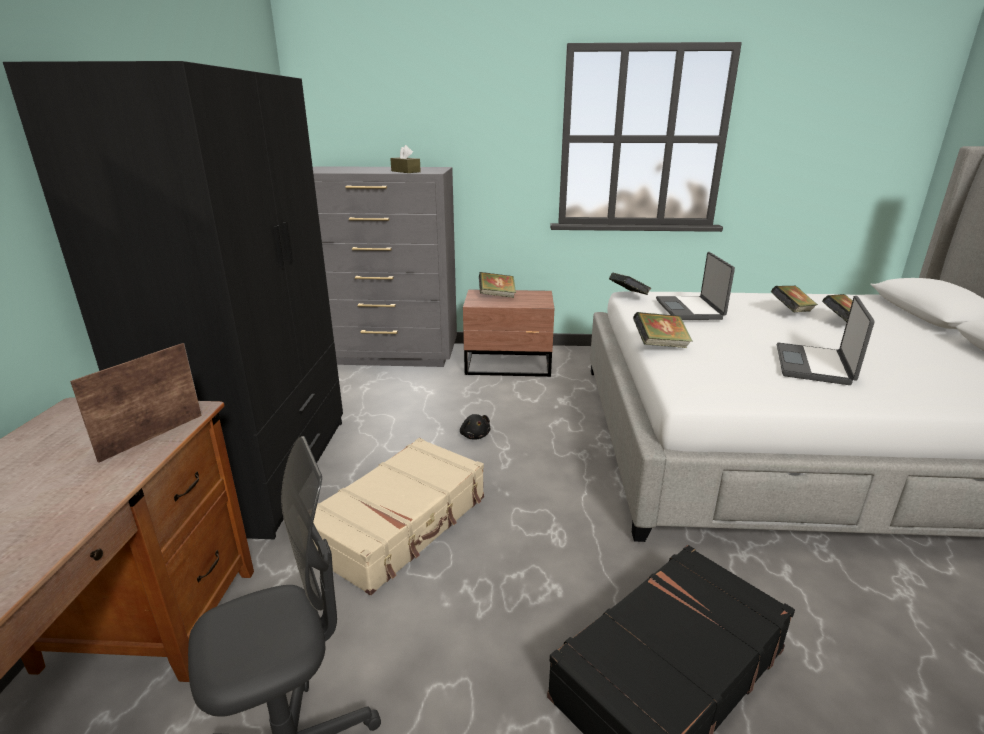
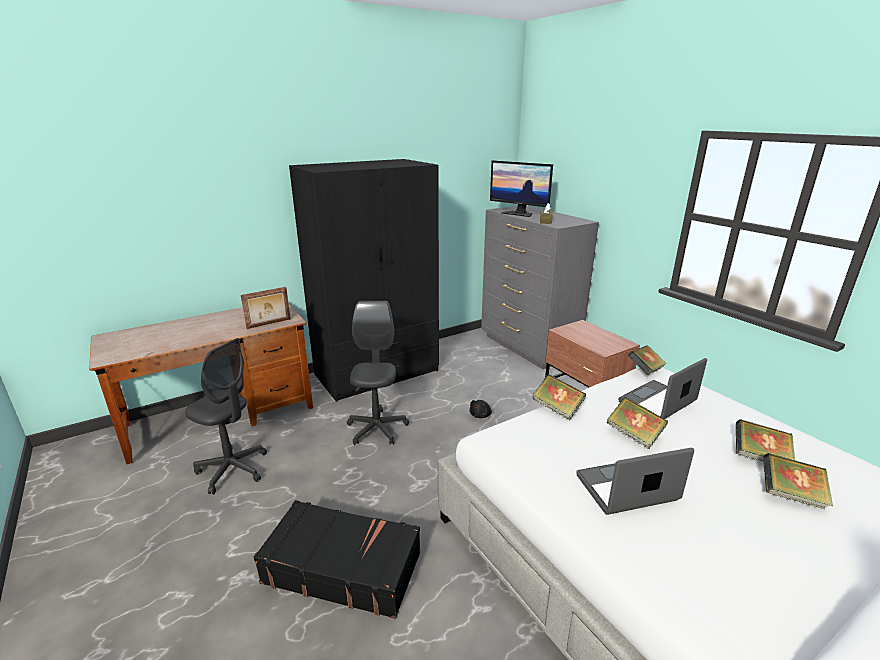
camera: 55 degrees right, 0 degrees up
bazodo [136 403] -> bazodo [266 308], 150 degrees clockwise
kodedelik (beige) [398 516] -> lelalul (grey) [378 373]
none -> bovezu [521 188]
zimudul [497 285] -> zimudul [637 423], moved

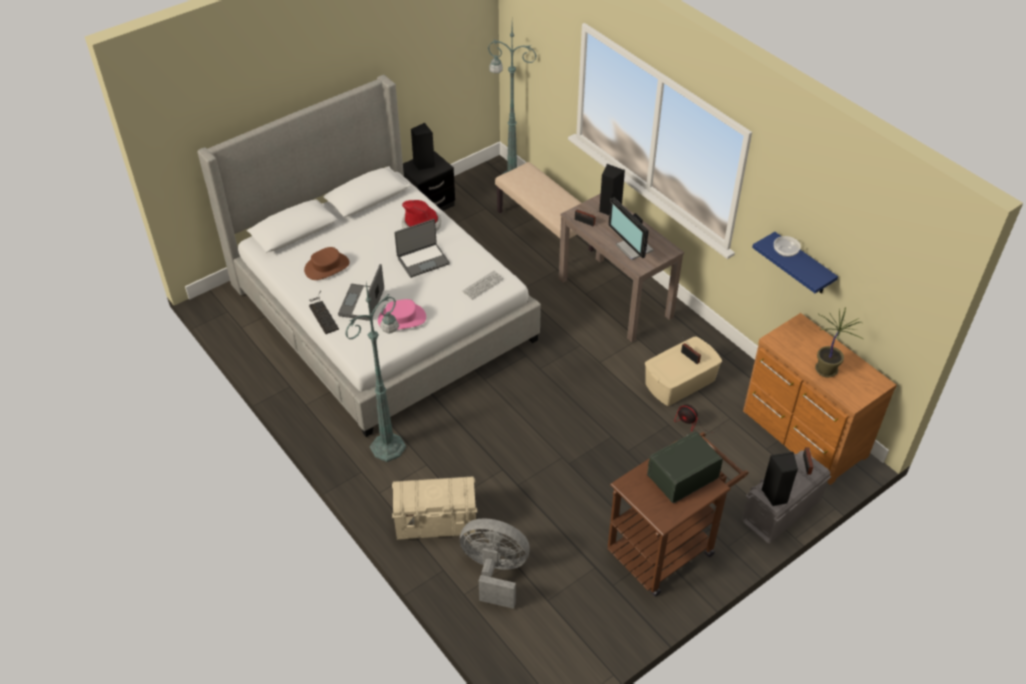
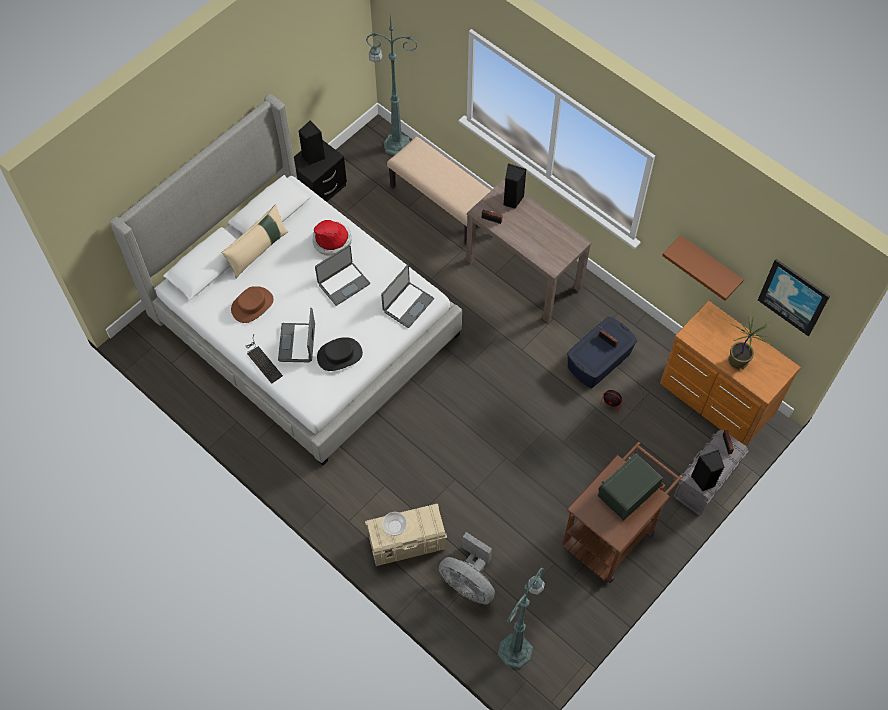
camera: 10 degrees left, 15 degrees up
none -> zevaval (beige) [255 241]
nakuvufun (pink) [402 314] -> nakuvufun (black) [340 354]
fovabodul [483 285] -> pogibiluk [407 296]
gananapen [787 246] -> gananapen [394 524], moved
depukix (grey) [495 564] -> depukix (grey) [466 568], 150 degrees counterclockwise
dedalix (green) [375 372] -> dedalix (green) [521 618], moved
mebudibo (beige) [683 371] -> mebudibo (blue) [602 352]
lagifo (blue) [795 263] -> lagifo (brown) [703 268]
none -> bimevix [794 298]
bovezu [631 228] -> none

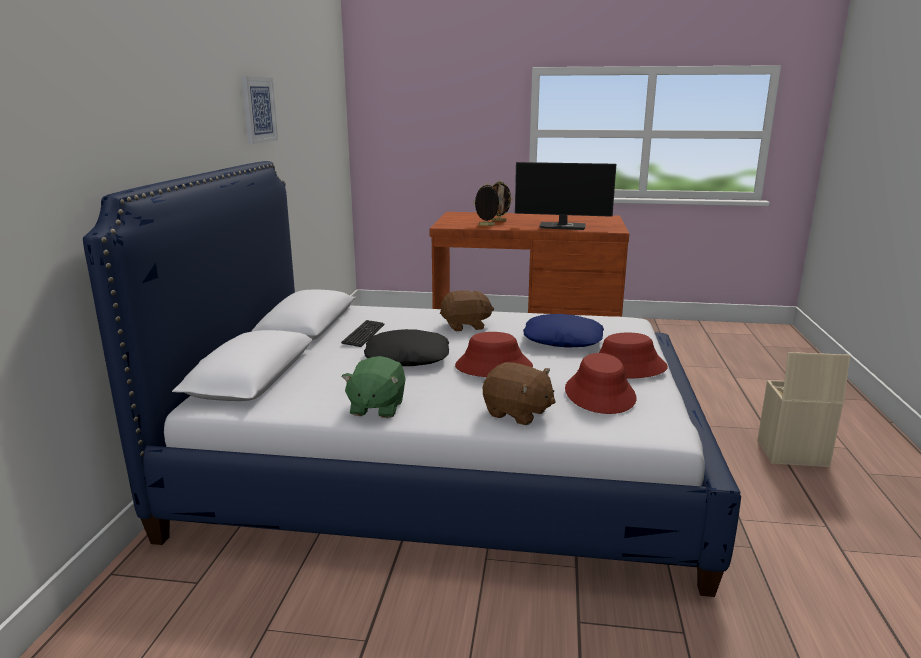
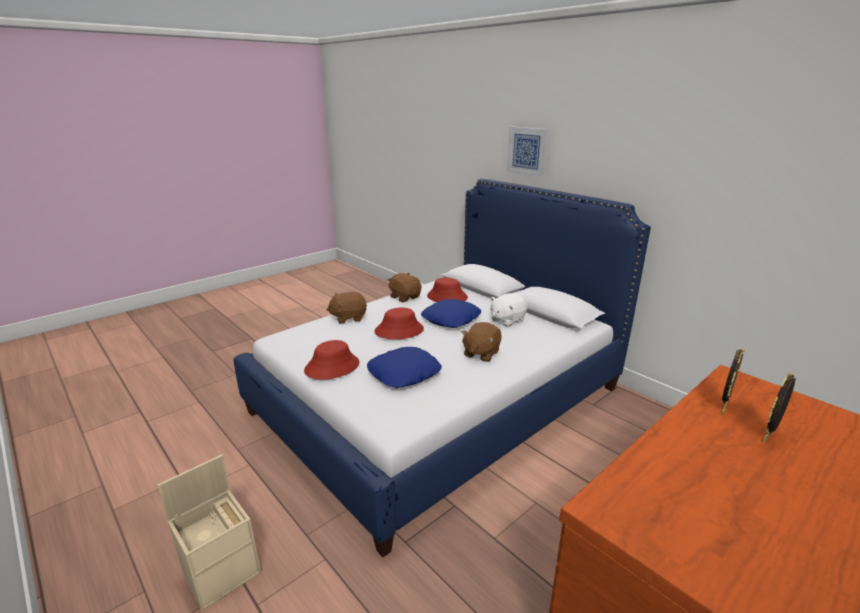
camera: 130 degrees right, 5 degrees up
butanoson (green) [374 387] -> butanoson (brown) [404 287]
zevaval (black) [406 347] -> zevaval (blue) [451 313]
nakuvufun (red) [601 383] -> nakuvufun (red) [447 289], moved
fovabodul [362 333] -> butanoson (white) [509 310]
bimevix [259 110] -> bimevix [527 152], moved
bovezu [565 196] -> none

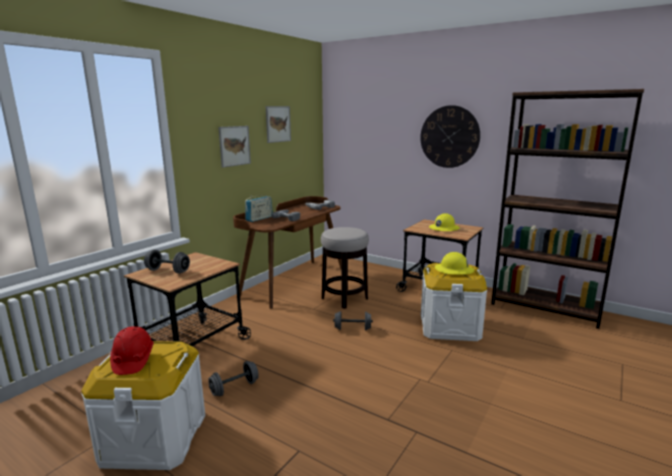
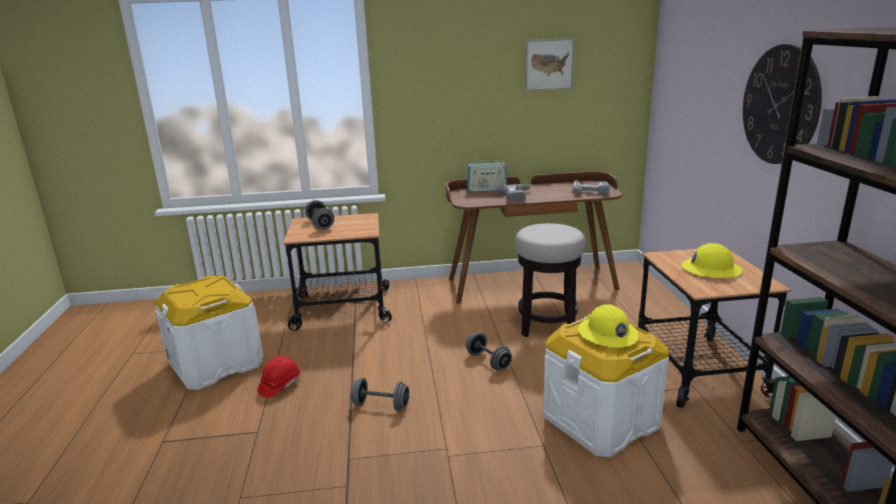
camera: 50 degrees right, 5 degrees up
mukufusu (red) [132 350] -> mukufusu (red) [279 377], moved
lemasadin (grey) [233 378] -> lemasadin (grey) [379 394], moved
bimevix [234 146] -> none

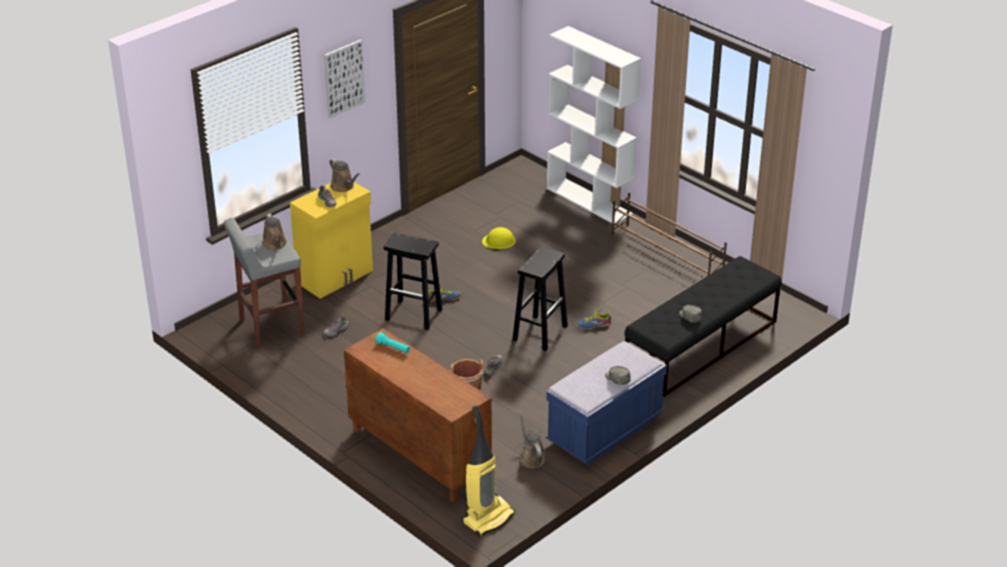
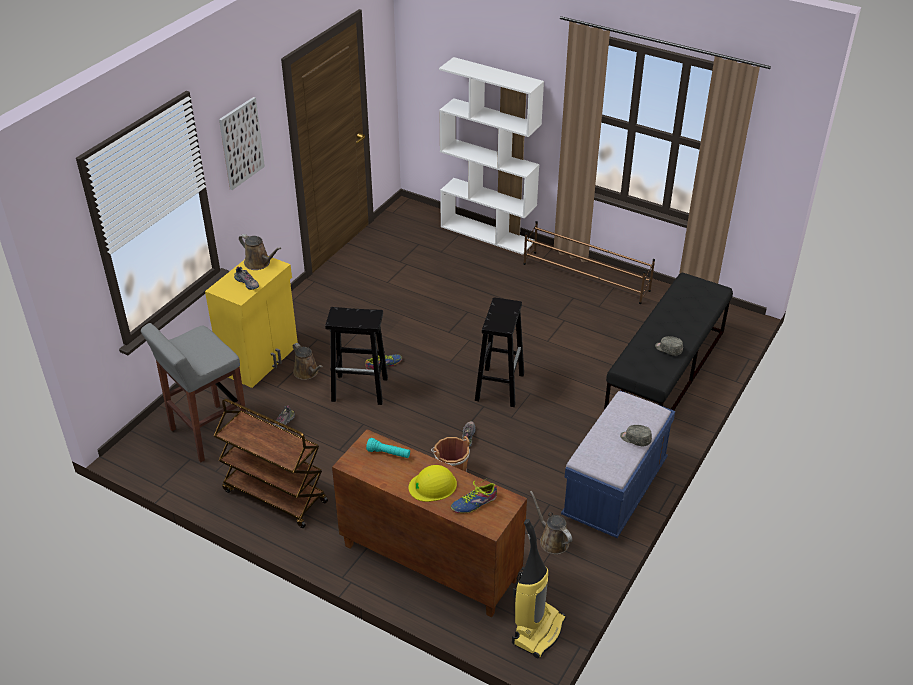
camera: 15 degrees left, 5 degrees up
none -> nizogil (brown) [271 463]
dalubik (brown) [274 232] -> dalubik (brown) [308 361], moved
mukufusu (yellow) [499 238] -> mukufusu (yellow) [433 483], moved
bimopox [593 319] -> bimopox [474 495], moved

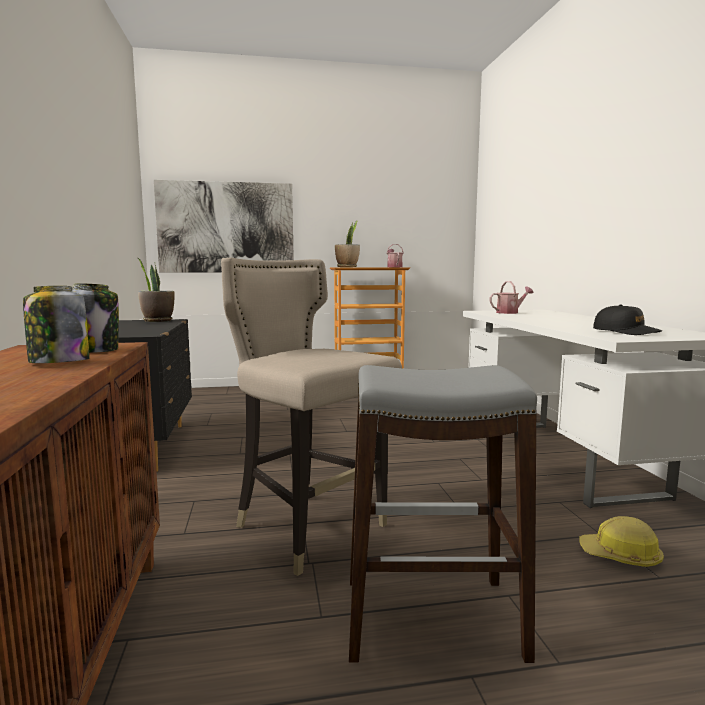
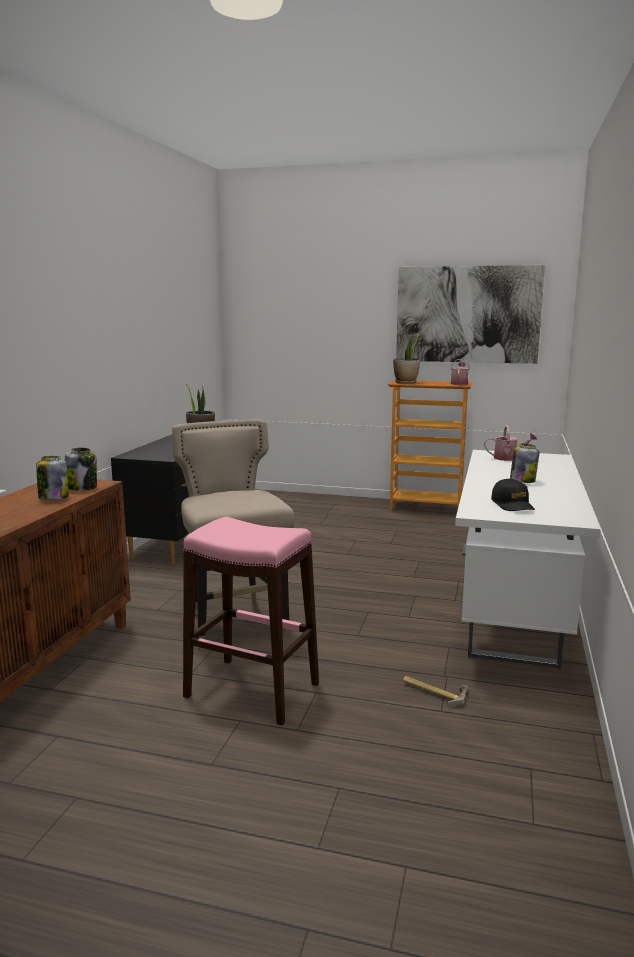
camera: 25 degrees right, 5 degrees up
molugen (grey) [443 514] -> molugen (pink) [251 621]
bimevix [224 226] -> bimevix [470 314], moved
mukufusu [622 541] -> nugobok [436 691]
none -> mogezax [524 463]

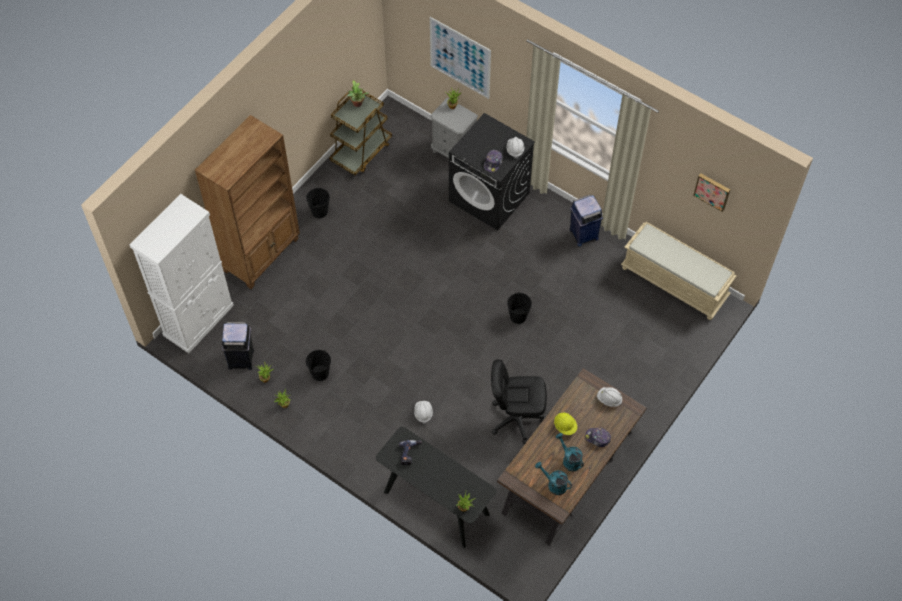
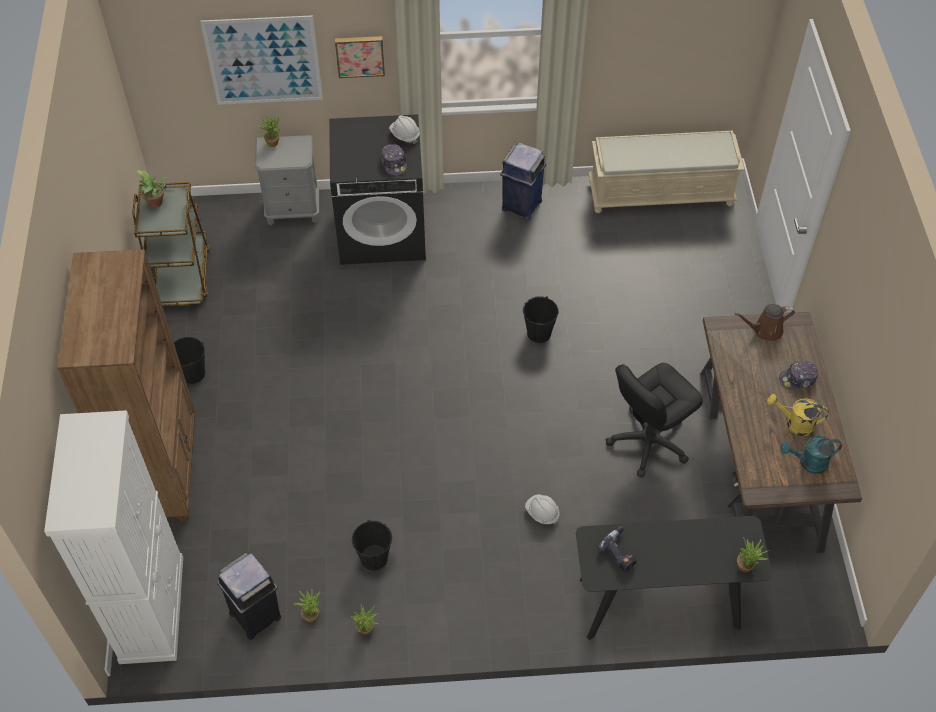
camera: 40 degrees left, 5 degrees down
bimevix [711 192] -> bimevix [360 57], moved
mukufusu (white) [609 397] -> dalubik (brown) [764 322]
dalubik (turquoise) [570 452] -> dalubik (yellow) [797 415]
mukufusu (yellow) [565 424] -> none

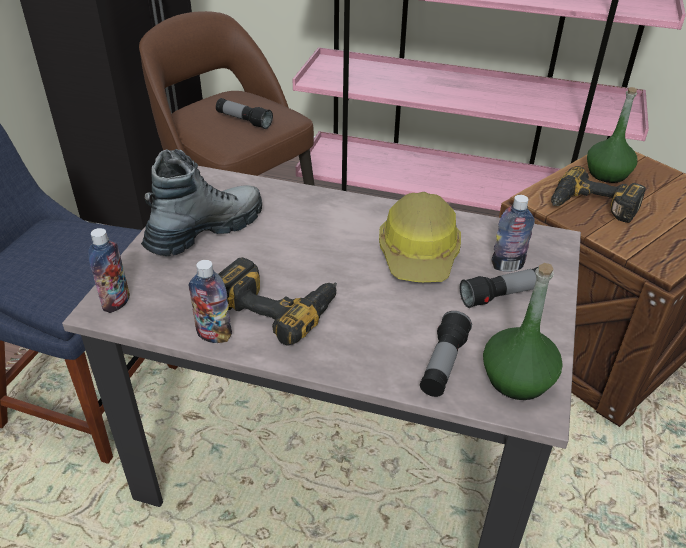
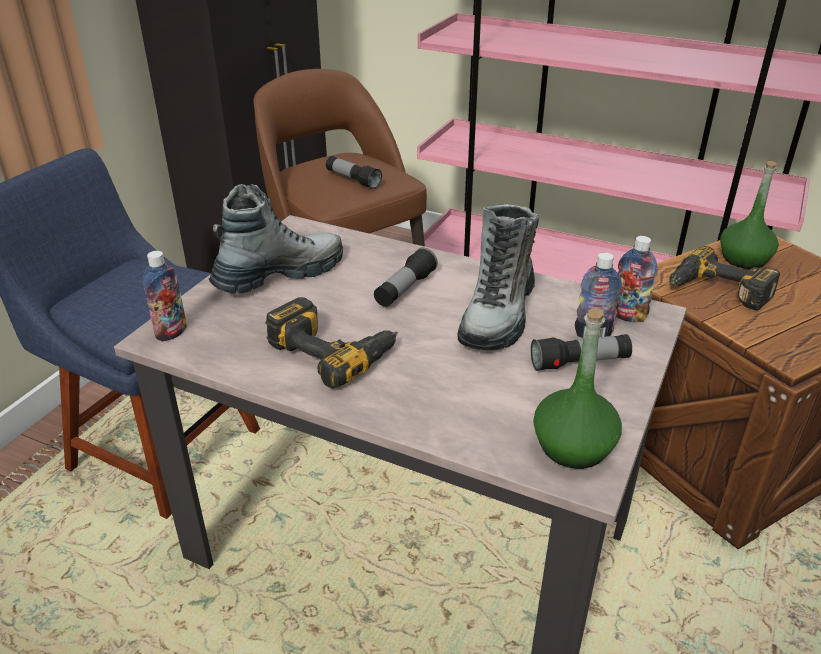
camera: 10 degrees right, 5 degrees down
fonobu [446 354] -> fonobu [406 277], moved
mukufusu [420 237] -> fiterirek [498 277]
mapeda [210 301] -> mapeda [637 279], moved

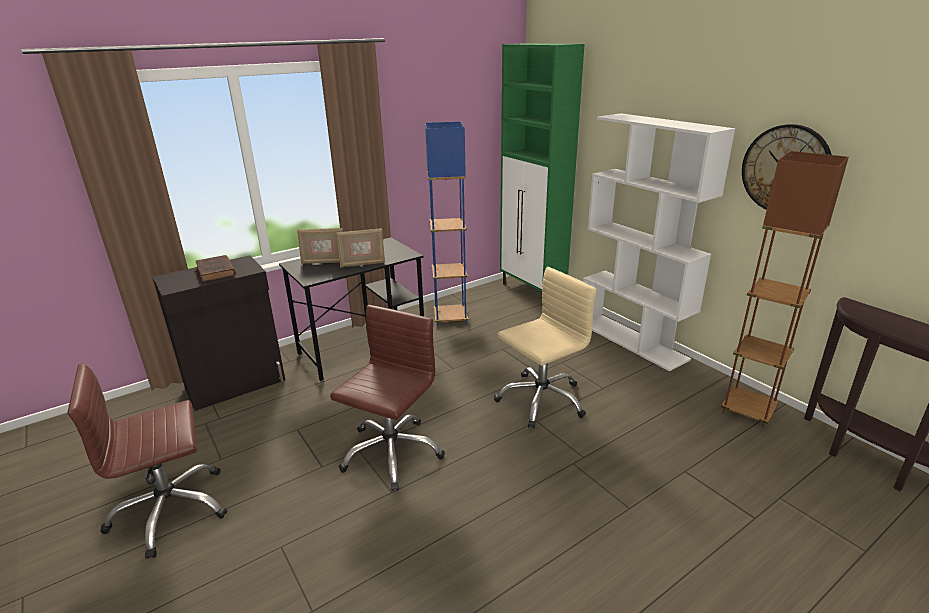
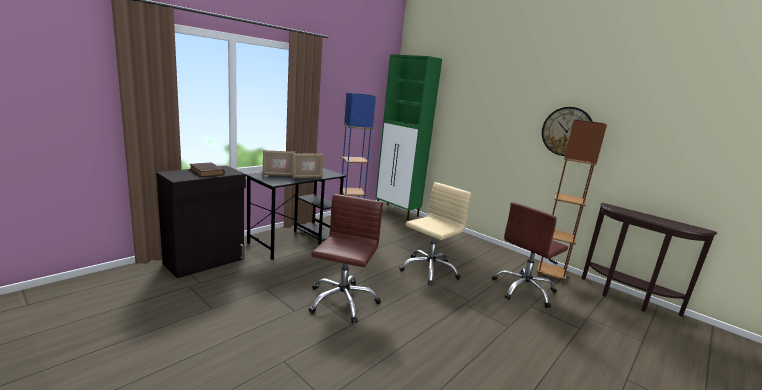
camera: 15 degrees left, 10 degrees down
lelalul (brown) [147 461] -> lelalul (brown) [530 255], moved
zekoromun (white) [659 242] -> none

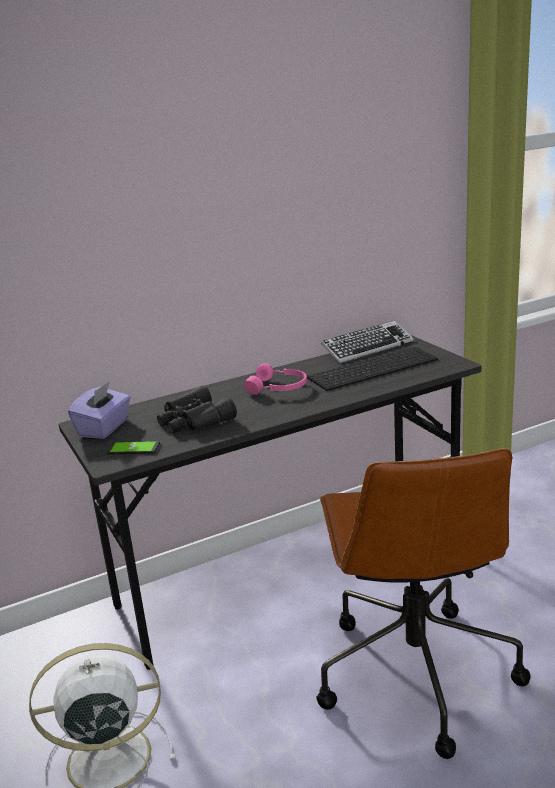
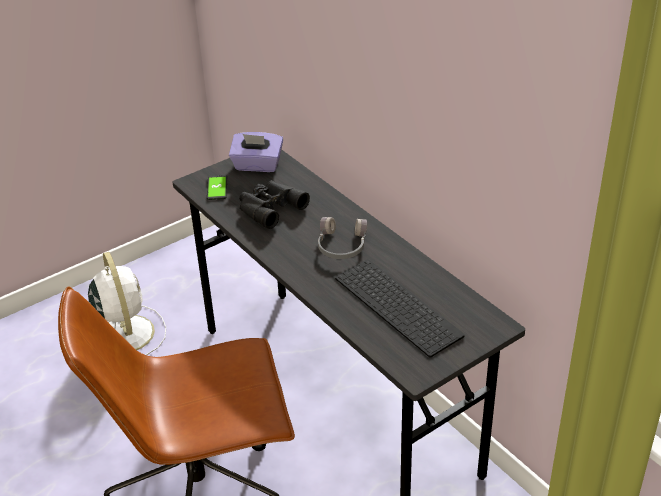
camera: 80 degrees right, 15 degrees up
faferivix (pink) [275 379] -> faferivix (grey) [342 238]
fovabodul [367 342] -> none

